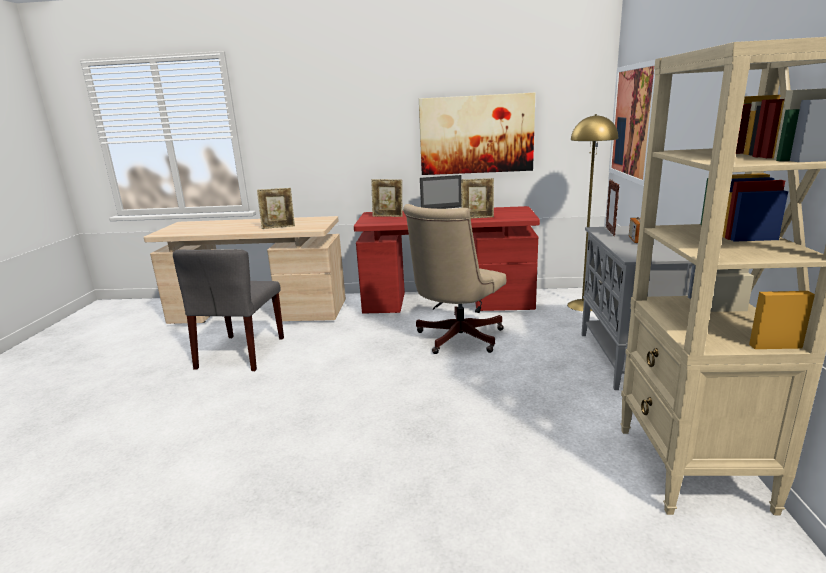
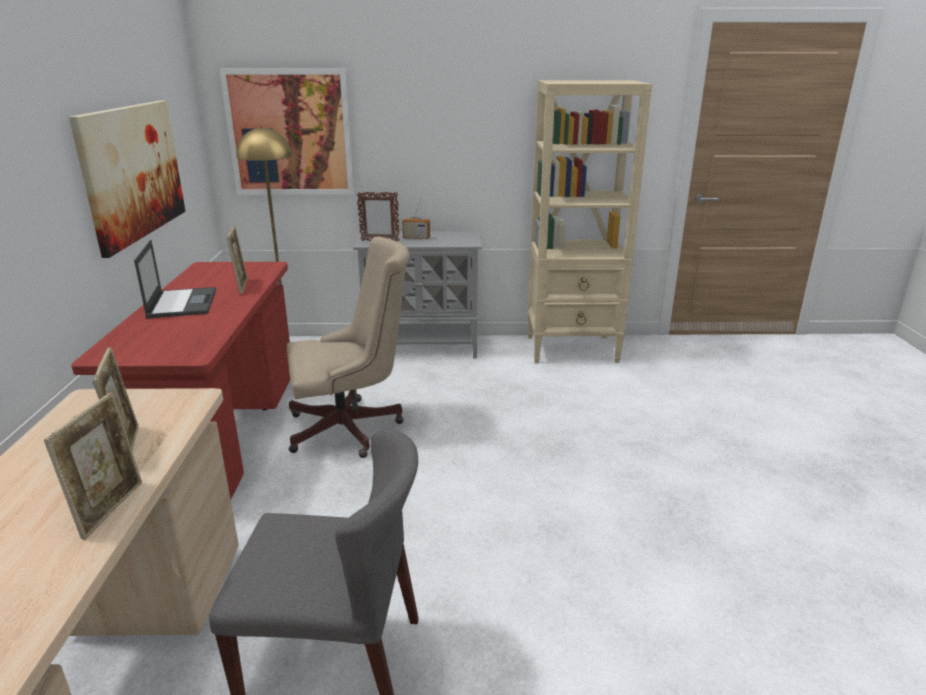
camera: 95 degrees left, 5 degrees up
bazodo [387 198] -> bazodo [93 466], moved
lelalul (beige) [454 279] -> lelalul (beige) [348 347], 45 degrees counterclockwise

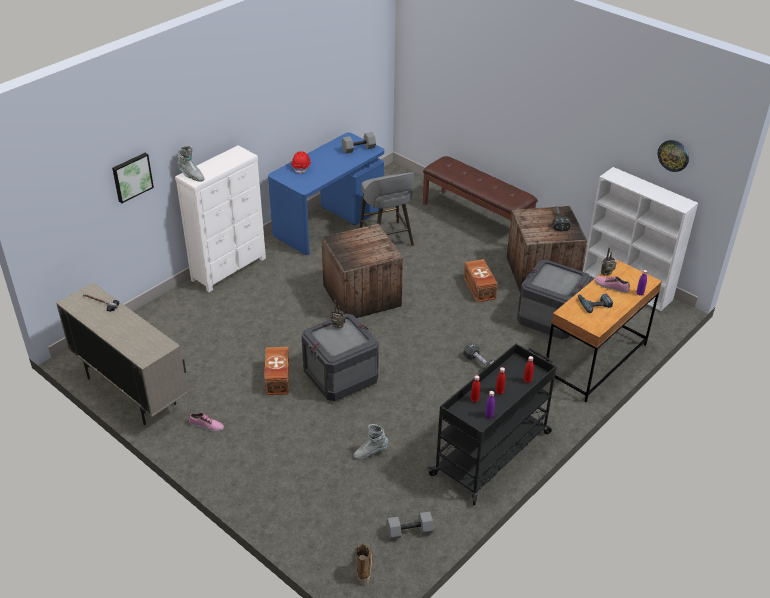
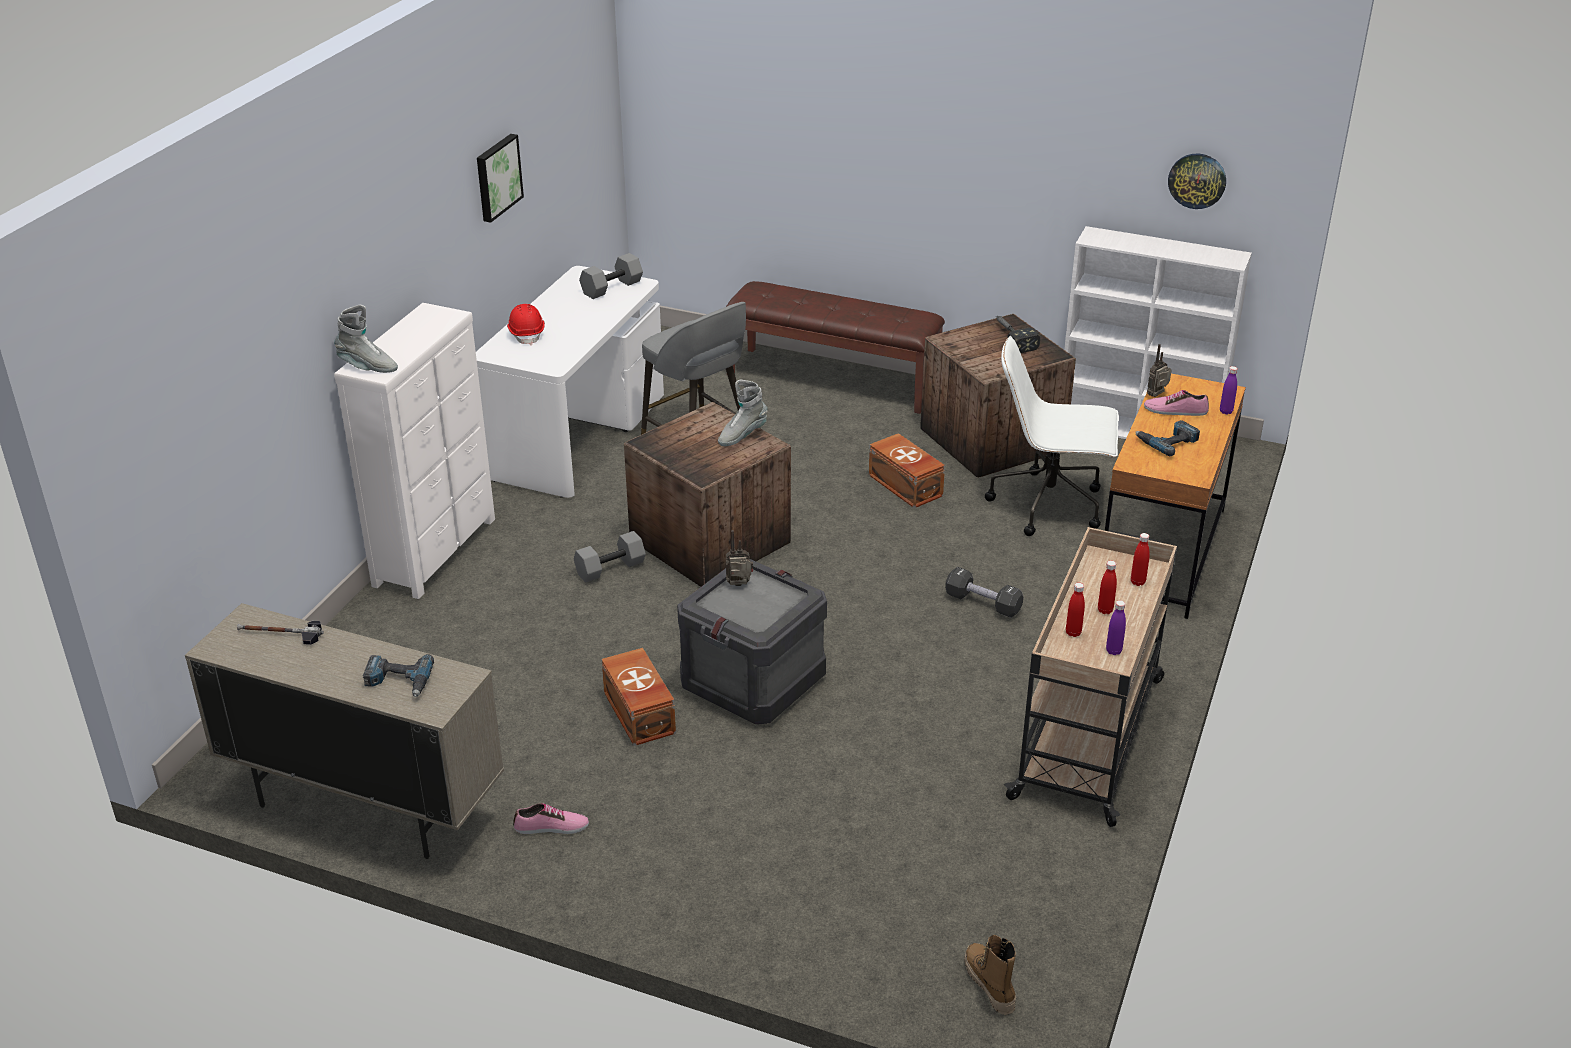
camera: 20 degrees left, 5 degrees down
none -> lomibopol [398 675]
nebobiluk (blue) [326 193] -> nebobiluk (white) [570 382]
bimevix [133 178] -> bimevix [500 178], moved
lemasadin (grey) [410 525] -> lemasadin (grey) [610 557], moved
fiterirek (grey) [371 442] -> fiterirek (grey) [743 413], moved
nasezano [554 299] -> lelalul (white) [1052 436]
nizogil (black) [492 424] -> nizogil (beige) [1090 677]

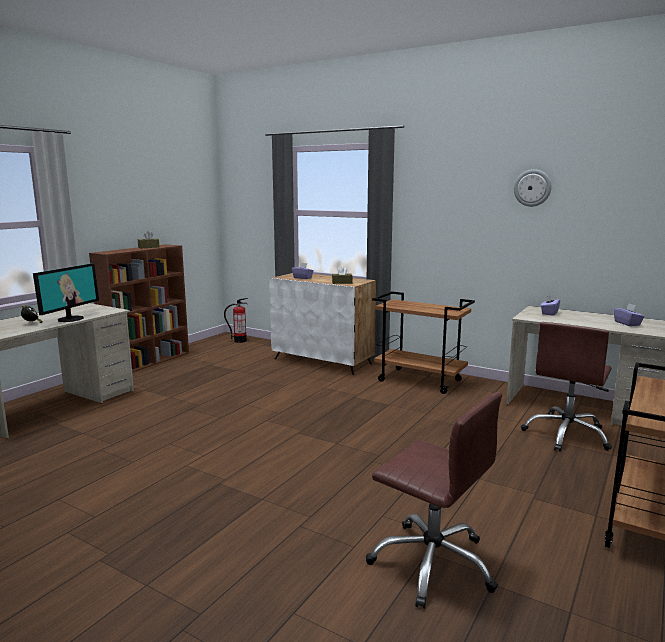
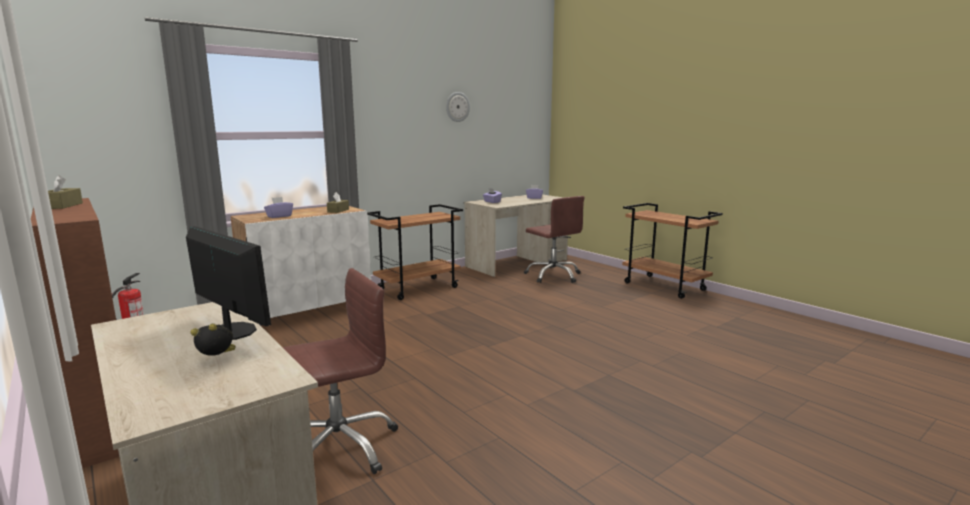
camera: 70 degrees left, 0 degrees up
lelalul (brown) [434 500] -> lelalul (brown) [340 371], moved

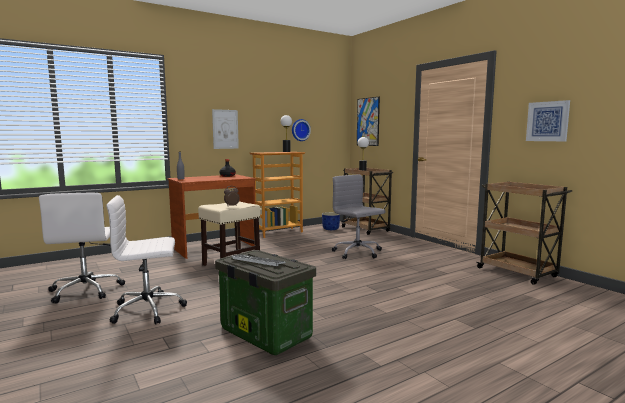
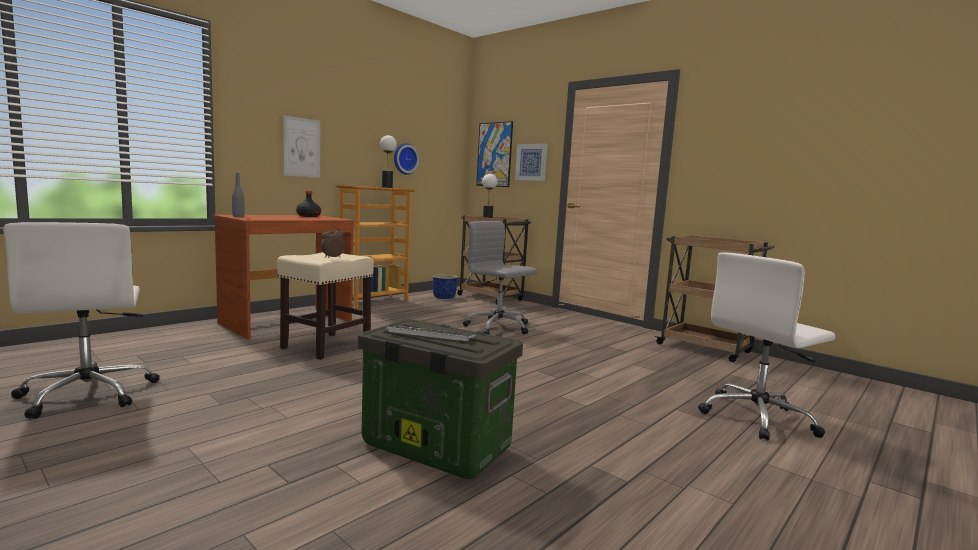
camera: 15 degrees left, 0 degrees up
bimevix [548 120] -> bimevix [531 162], moved
lelalul (white) [146 260] -> lelalul (white) [766 346], moved

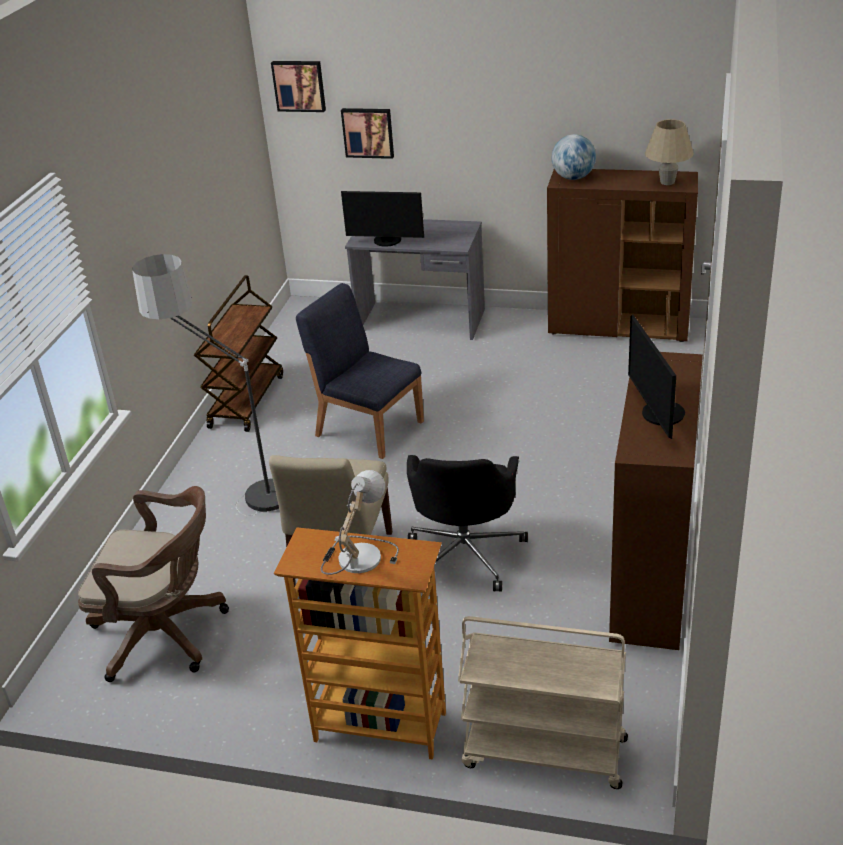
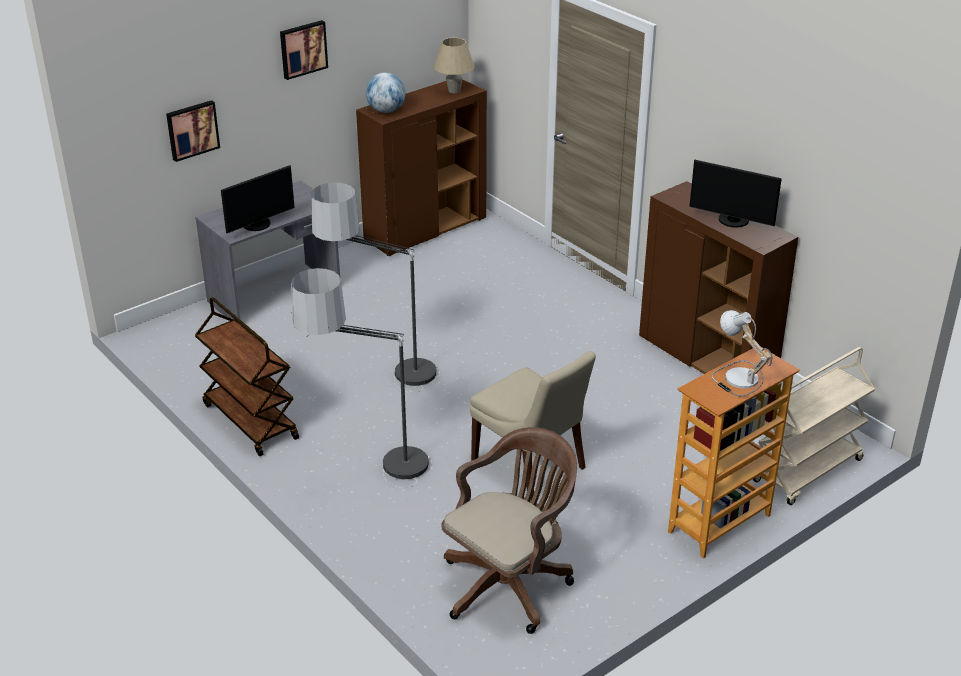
camera: 55 degrees left, 0 degrees up
bimevix [298 86] -> bimevix [304 50], moved
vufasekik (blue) [360 371] -> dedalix [375 287]
lelalul (black) [467 523] -> none

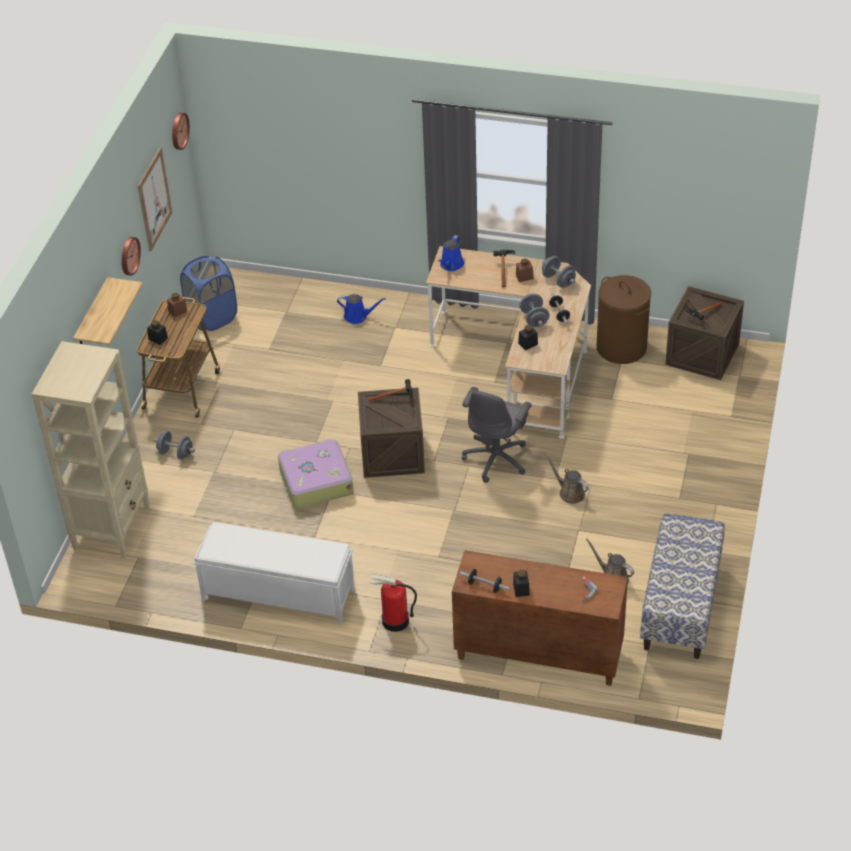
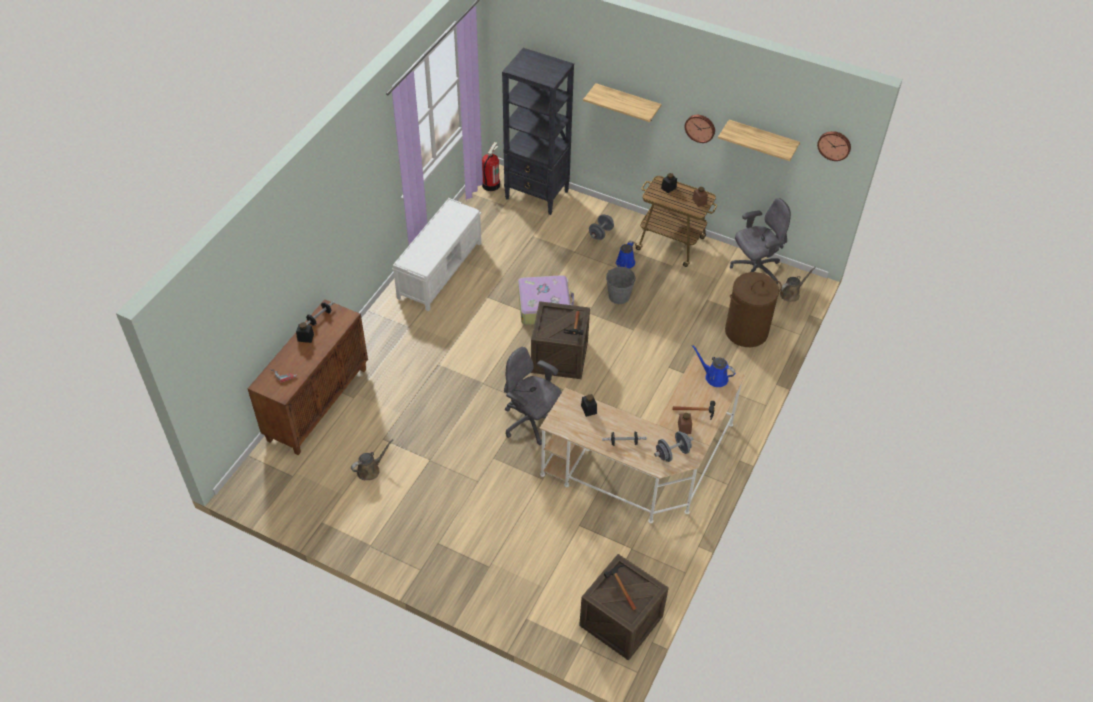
camera: 100 degrees right, 5 degrees up
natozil [393 603] -> natozil [491 166], moved
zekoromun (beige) [91 449] -> zekoromun (black) [538 131]
none -> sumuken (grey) [621 285]
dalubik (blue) [361 309] -> dalubik (blue) [625 254], moved
bimevix [154 199] -> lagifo [759 140]
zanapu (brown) [624 319] -> zanapu (brown) [753 309], moved
zanapu (blue) [208 293] -> lelalul (grey) [760 241]
dalubik (brown) [567 479] -> dalubik (brown) [798 284], moved
lemasadin (grey) [534 310] -> none
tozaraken [682 586] -> none

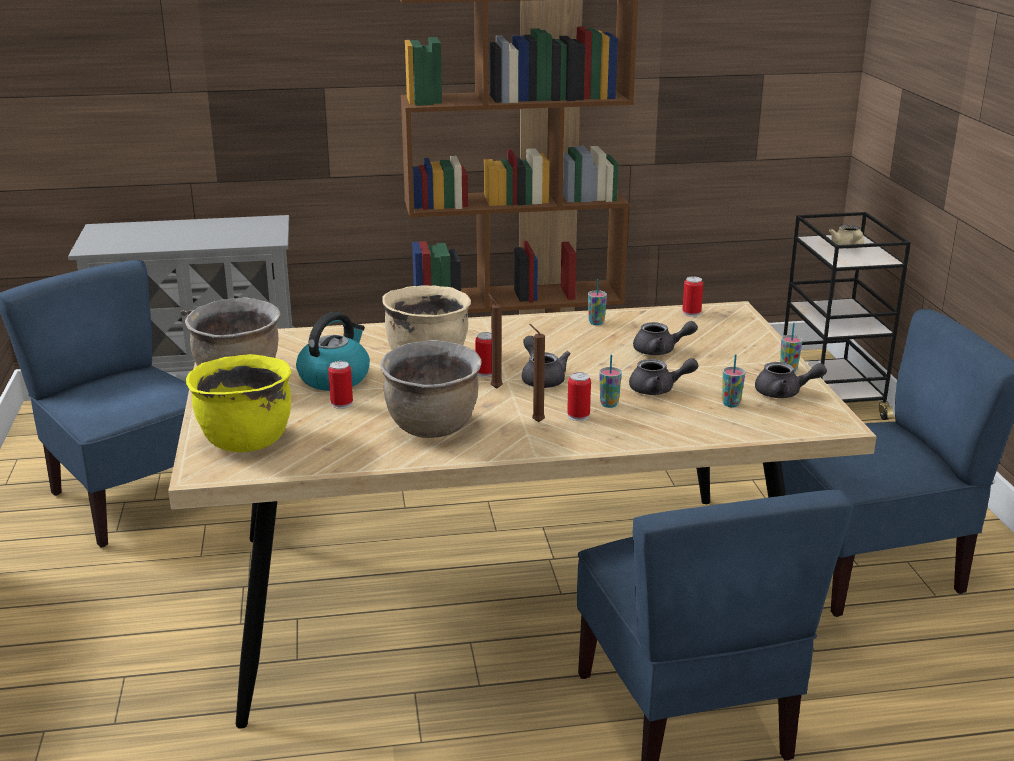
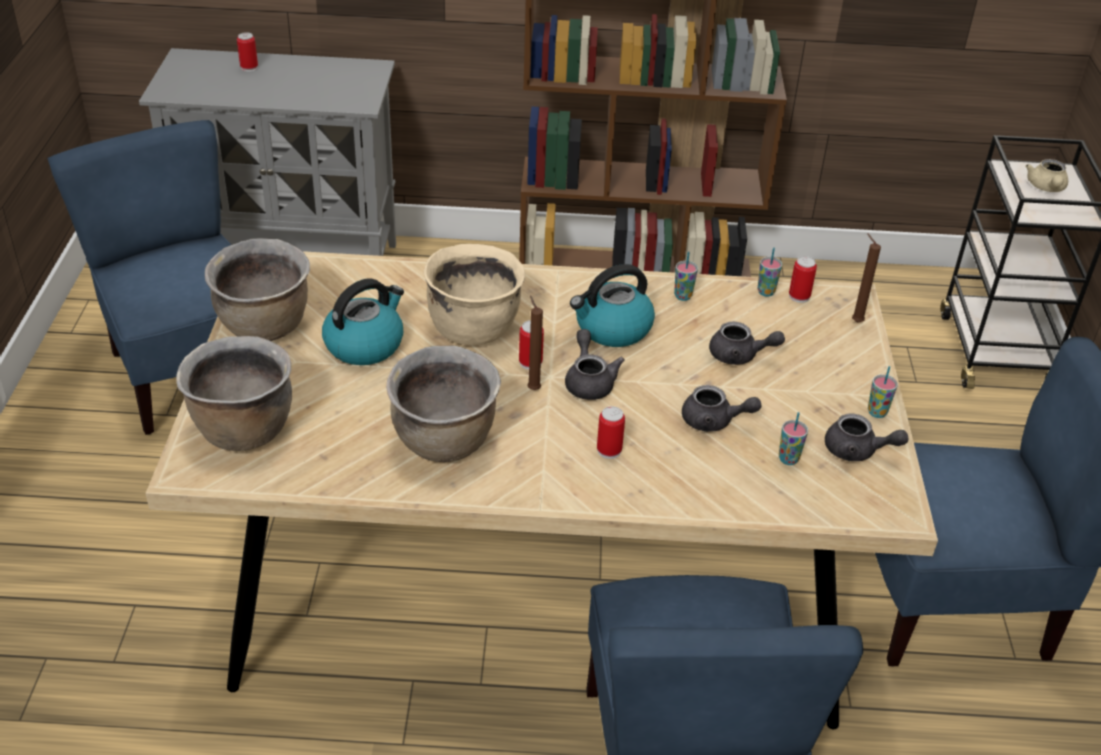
camera: 10 degrees right, 15 degrees up
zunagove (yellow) [238 403] -> zunagove (brown) [234 393]
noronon [340 385] -> noronon [247 52], moved
none -> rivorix [612 305]
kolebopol [610 381] -> kolebopol [770 272], moved
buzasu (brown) [537 373] -> buzasu (brown) [866 278], moved

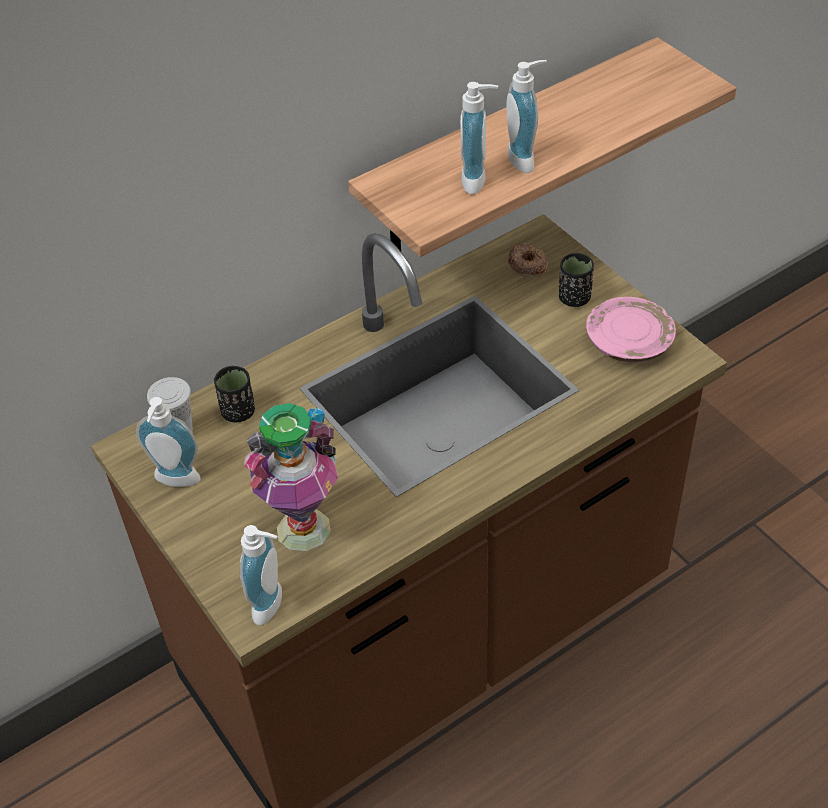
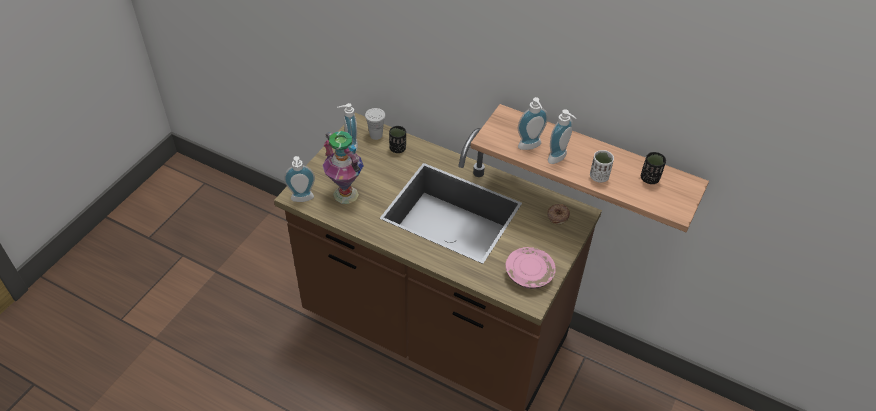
camera: 60 degrees right, 0 degrees up
none -> kolebopol (white) [602 166]
kolebopol (black) [576 280] -> kolebopol (black) [653 168], moved

